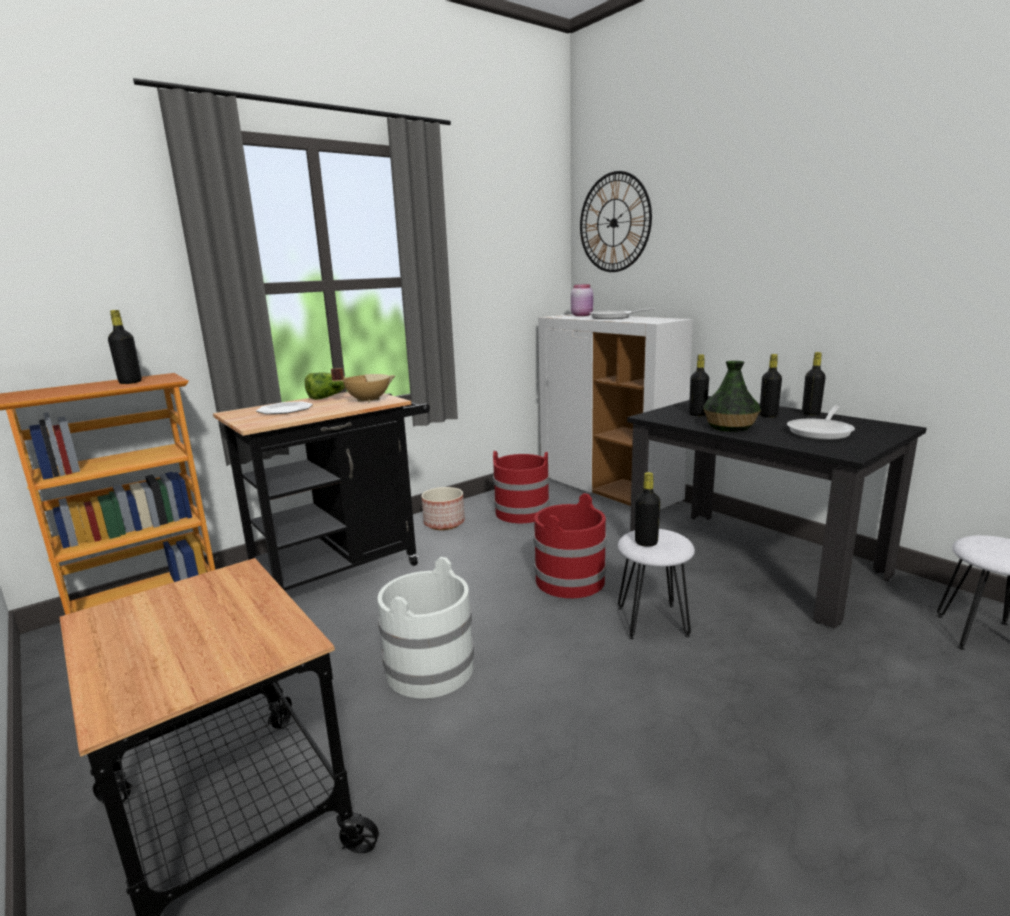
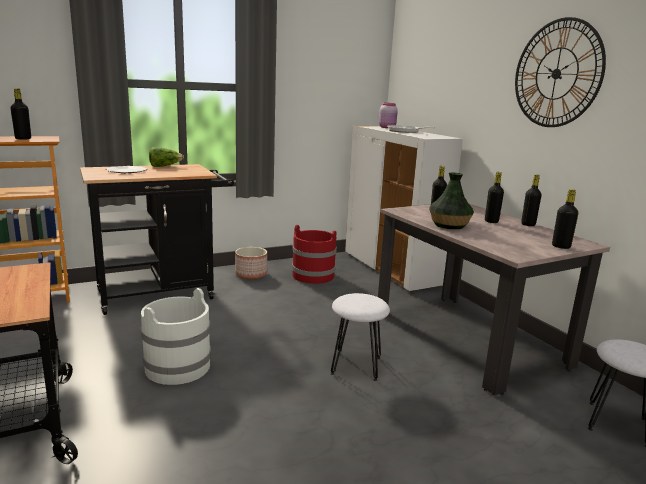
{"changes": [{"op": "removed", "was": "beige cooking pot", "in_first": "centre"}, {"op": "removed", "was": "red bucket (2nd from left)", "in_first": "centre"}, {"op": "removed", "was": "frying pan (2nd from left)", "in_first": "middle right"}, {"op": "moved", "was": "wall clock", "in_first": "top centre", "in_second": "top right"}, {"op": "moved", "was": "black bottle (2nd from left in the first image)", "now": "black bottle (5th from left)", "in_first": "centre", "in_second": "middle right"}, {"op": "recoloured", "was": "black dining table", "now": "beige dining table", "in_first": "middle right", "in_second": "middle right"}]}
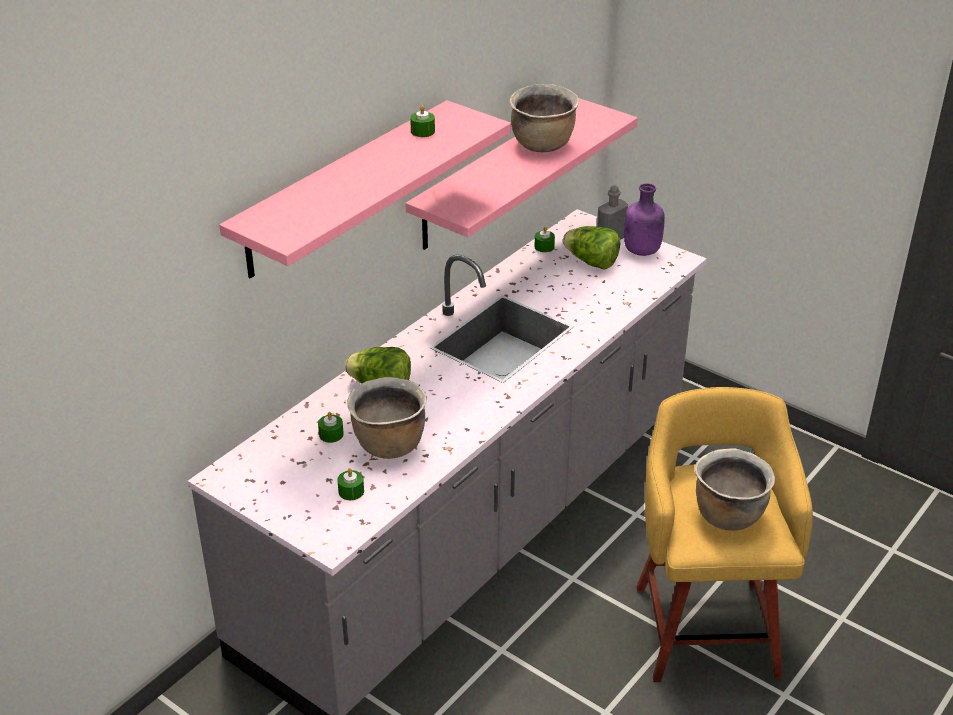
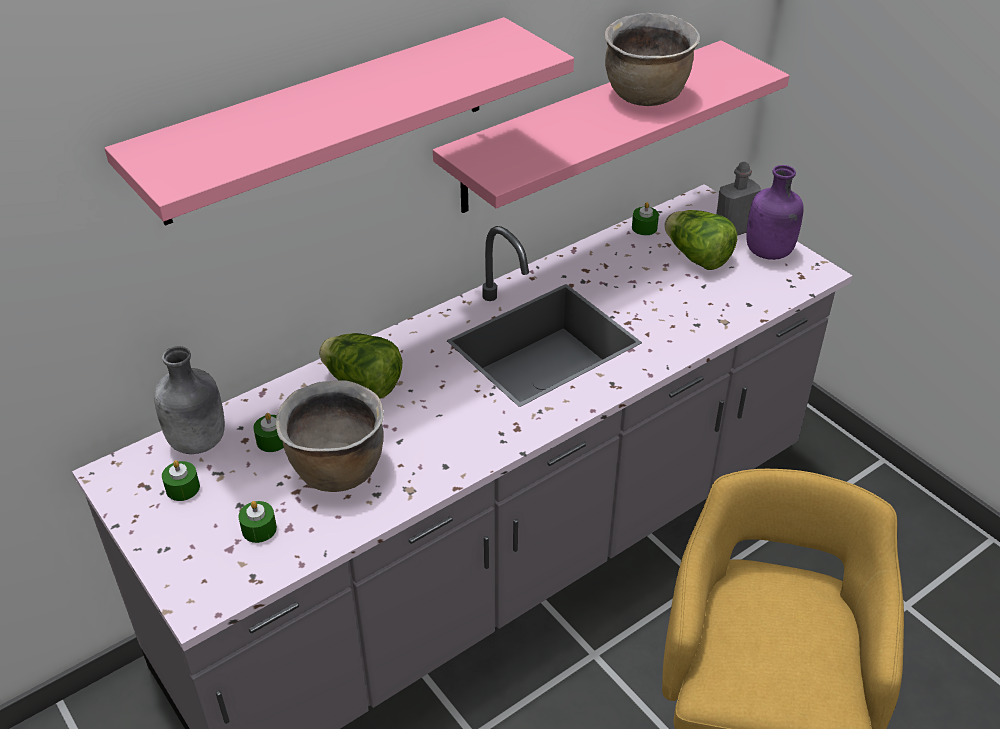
{"changes": [{"op": "removed", "was": "brown cooking pot (3rd from left)", "in_first": "bottom right"}, {"op": "added", "now": "grey bottle (1st from left)", "in_second": "middle left"}, {"op": "moved", "was": "green candle (3rd from left in the first image)", "now": "green candle (1st from left)", "in_first": "top centre", "in_second": "middle left"}]}
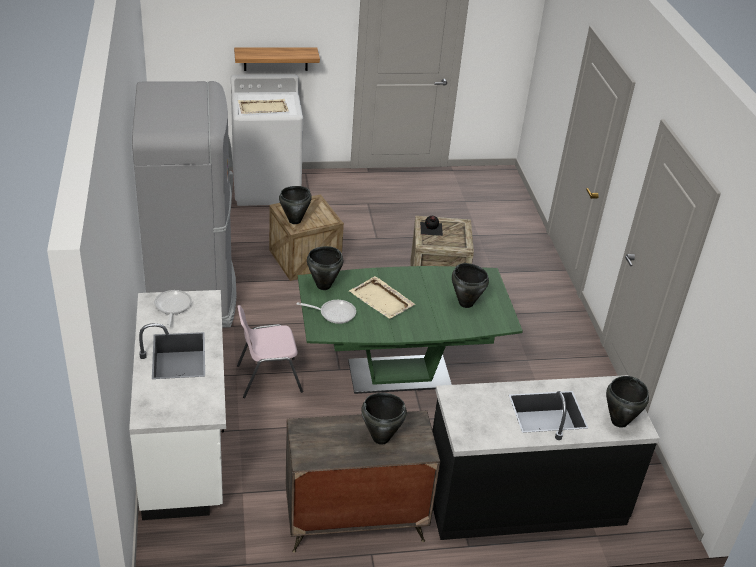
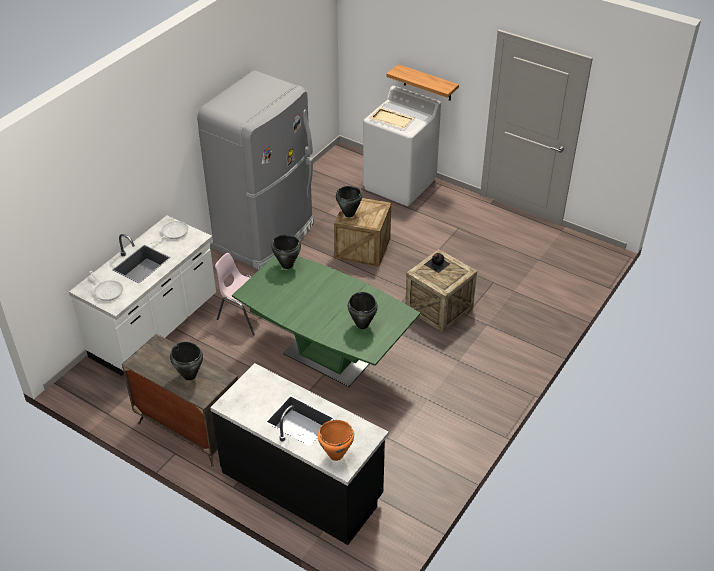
{"changes": [{"op": "removed", "was": "beige tray (2nd from left)", "in_first": "centre"}, {"op": "moved", "was": "frying pan (2nd from left in the first image)", "now": "frying pan (1st from left)", "in_first": "centre", "in_second": "middle left"}, {"op": "recoloured", "was": "black cooking pot (5th from left)", "now": "orange cooking pot", "in_first": "bottom right", "in_second": "bottom centre"}]}
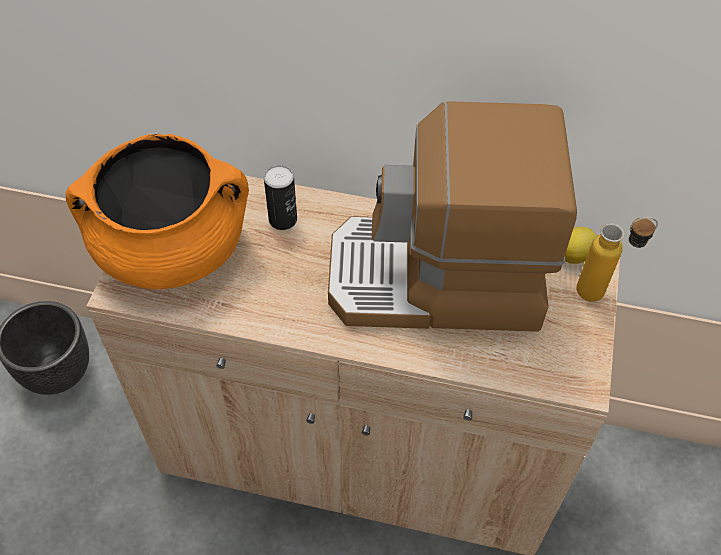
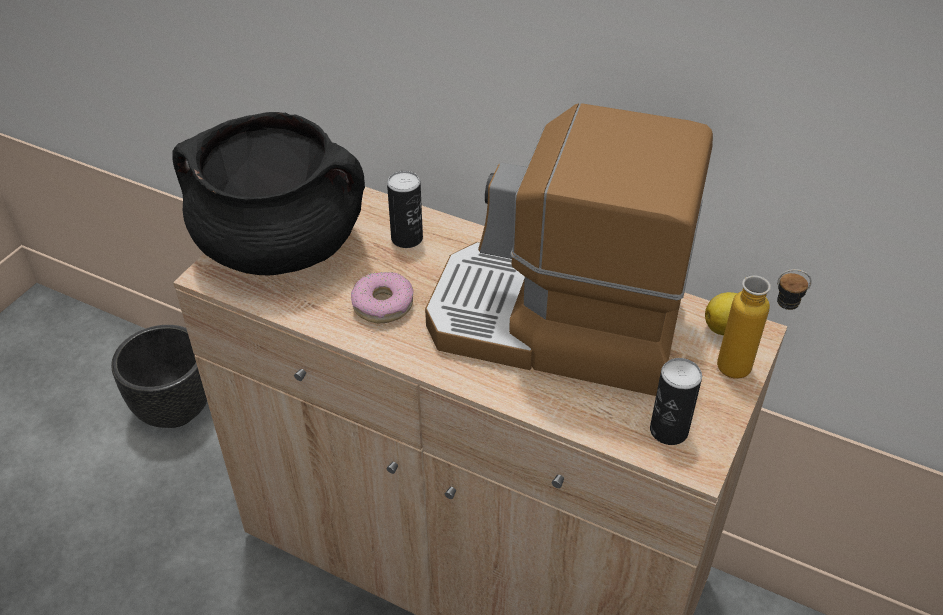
{"changes": [{"op": "added", "now": "donut", "in_second": "centre"}, {"op": "added", "now": "can (2nd from left)", "in_second": "middle right"}, {"op": "recoloured", "was": "orange cooking pot", "now": "black cooking pot", "in_first": "middle left", "in_second": "top left"}]}
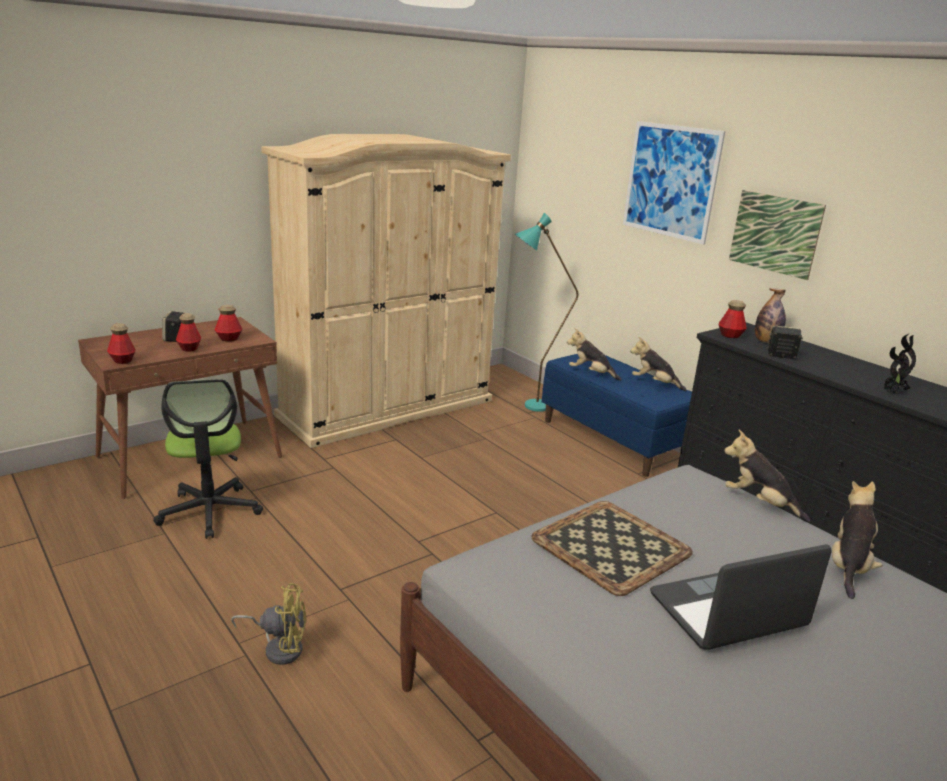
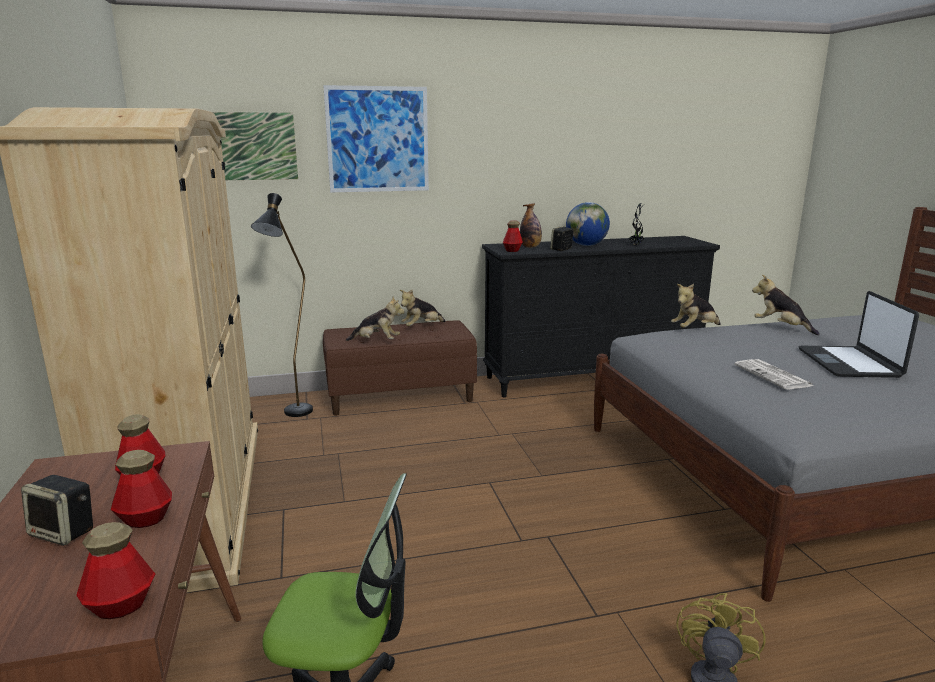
{"changes": [{"op": "added", "now": "globe", "in_second": "top centre"}, {"op": "moved", "was": "picture (2nd from left in the first image)", "now": "picture (1st from left)", "in_first": "top right", "in_second": "top left"}, {"op": "replaced", "was": "tray", "now": "newspaper", "in_first": "bottom centre", "in_second": "middle right"}, {"op": "recoloured", "was": "turquoise floor lamp", "now": "black floor lamp", "in_first": "centre", "in_second": "middle left"}, {"op": "recoloured", "was": "blue bench", "now": "brown bench", "in_first": "centre", "in_second": "centre"}, {"op": "turned", "was": "plush toy (1st from left)", "in_first": "centre", "in_second": "centre", "clockwise": -135}]}
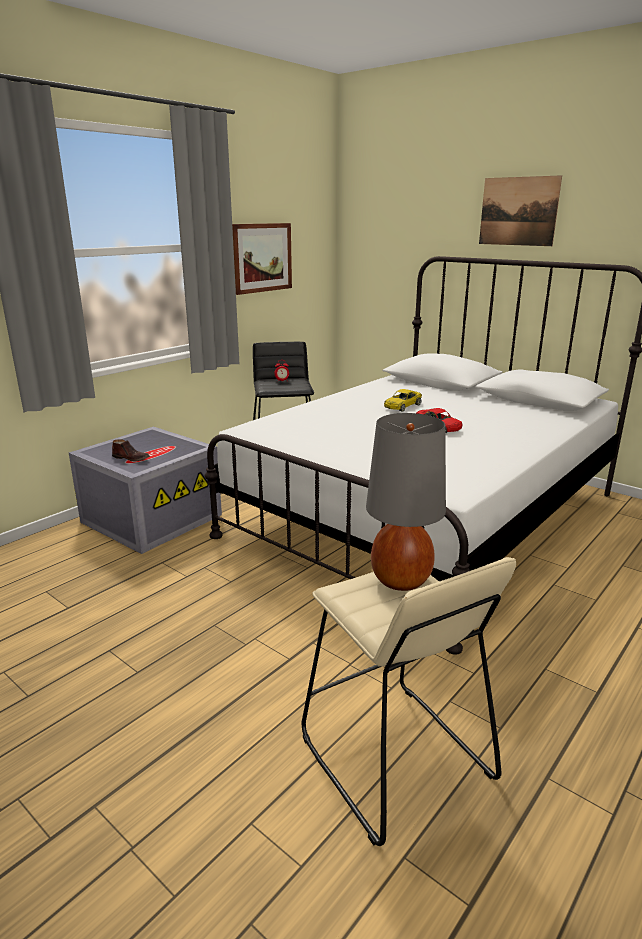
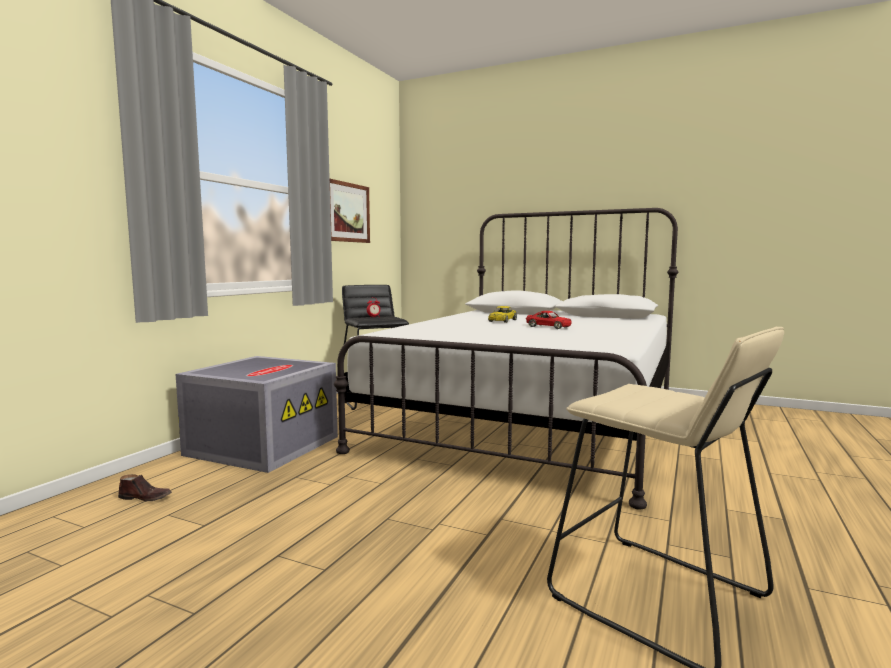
{"changes": [{"op": "removed", "was": "grey table lamp", "in_first": "centre"}, {"op": "removed", "was": "picture (2nd from left)", "in_first": "top right"}, {"op": "moved", "was": "brown shoe", "in_first": "middle left", "in_second": "bottom left"}]}
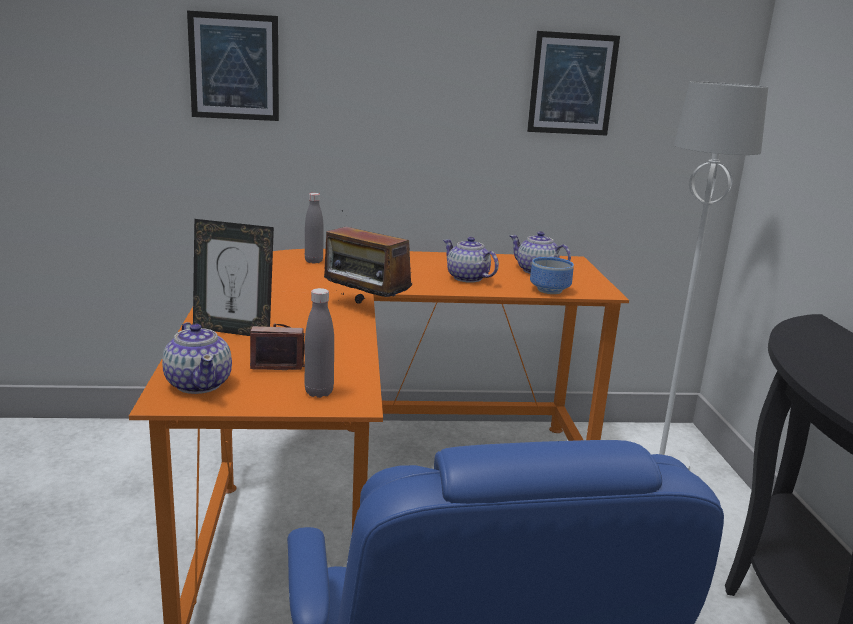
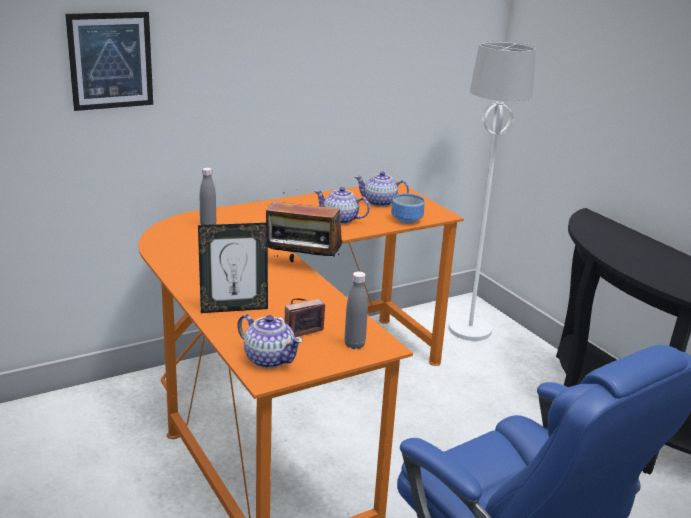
{"changes": [{"op": "removed", "was": "picture (2nd from left)", "in_first": "top right"}]}
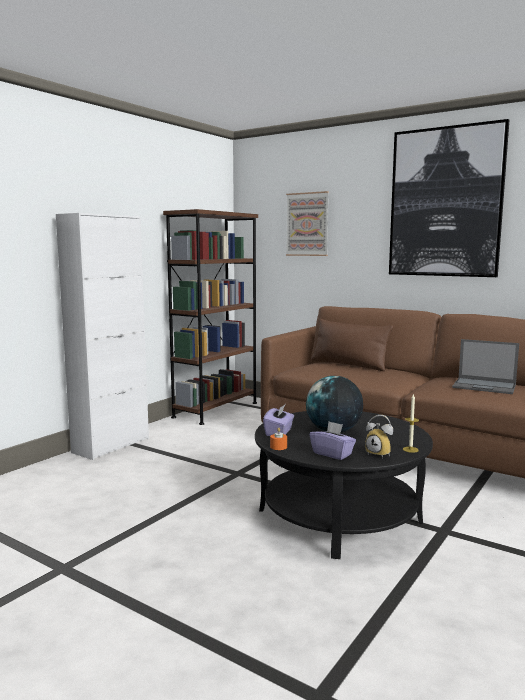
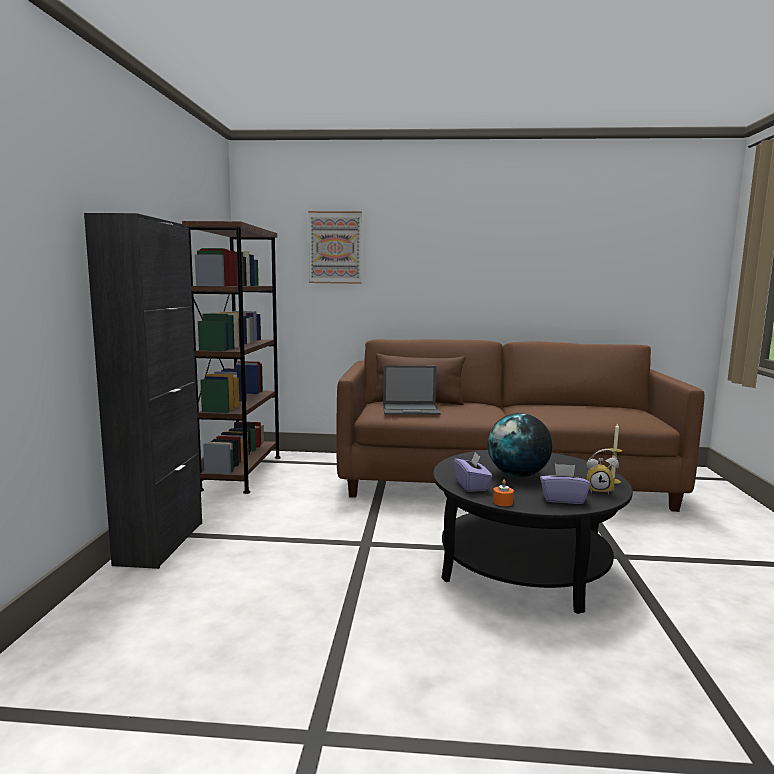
{"changes": [{"op": "removed", "was": "picture (2nd from left)", "in_first": "top right"}, {"op": "moved", "was": "laptop", "in_first": "middle right", "in_second": "centre"}, {"op": "recoloured", "was": "white cabinet", "now": "black cabinet", "in_first": "middle left", "in_second": "middle left"}]}
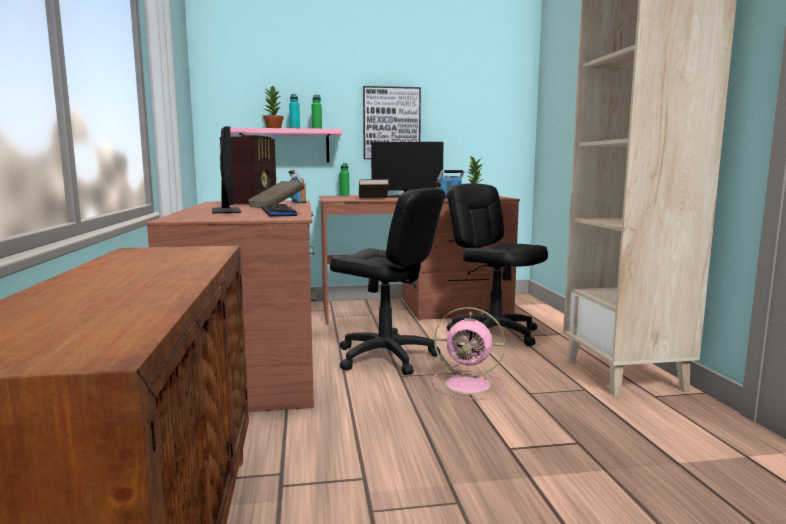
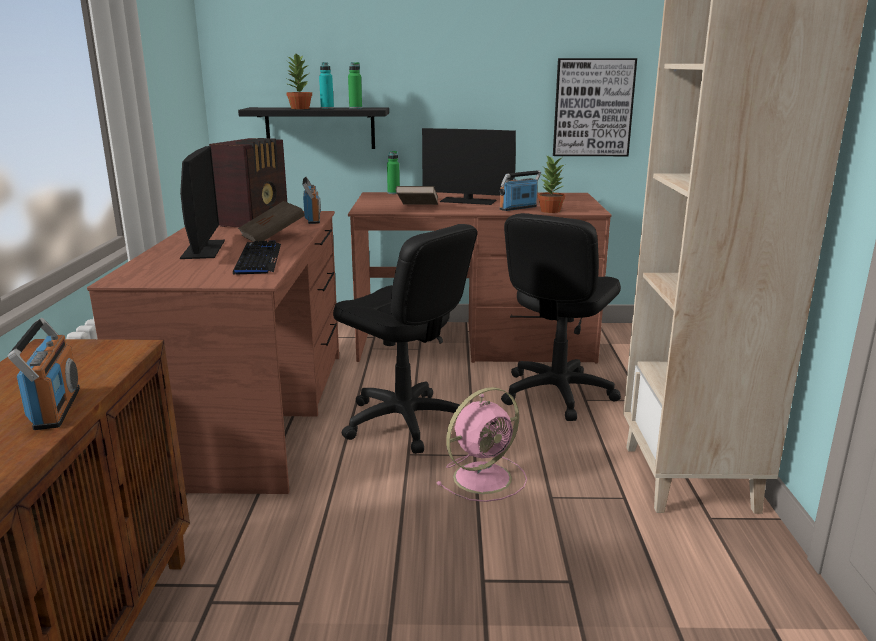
{"changes": [{"op": "added", "now": "radio (1st from left)", "in_second": "middle left"}, {"op": "moved", "was": "picture", "in_first": "top centre", "in_second": "top right"}, {"op": "recoloured", "was": "pink shelf", "now": "black shelf", "in_first": "top centre", "in_second": "top centre"}, {"op": "turned", "was": "pink fan", "in_first": "bottom centre", "in_second": "bottom centre", "clockwise": -60}, {"op": "turned", "was": "black office chair (2nd from left)", "in_first": "centre", "in_second": "centre", "clockwise": -120}]}
